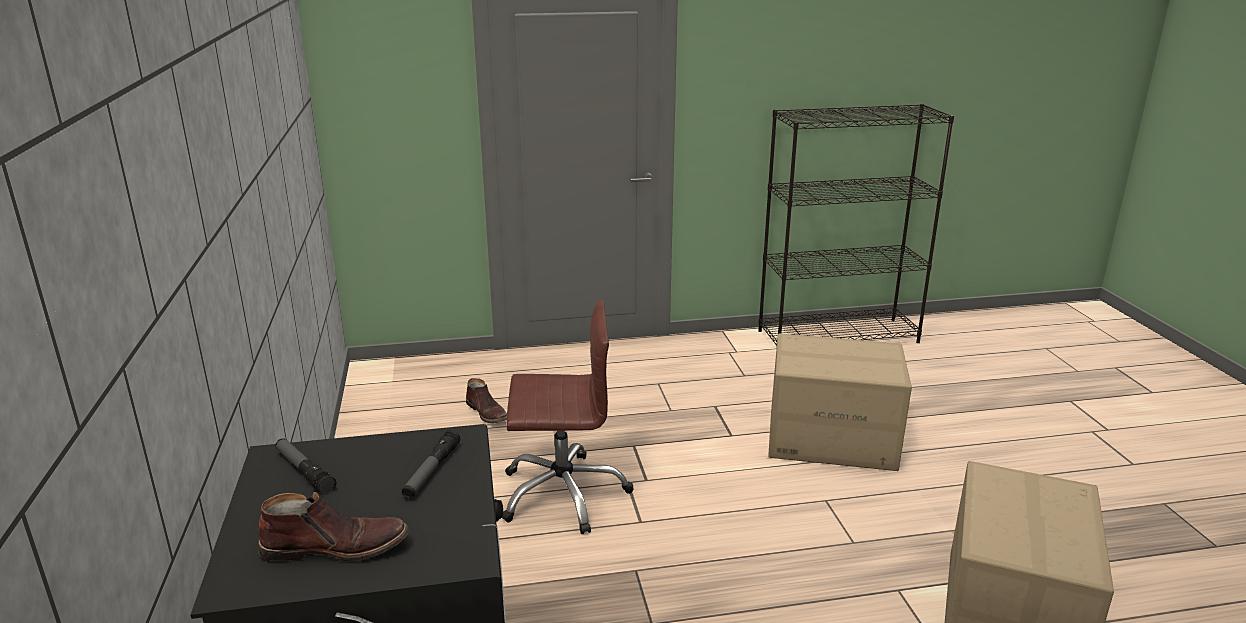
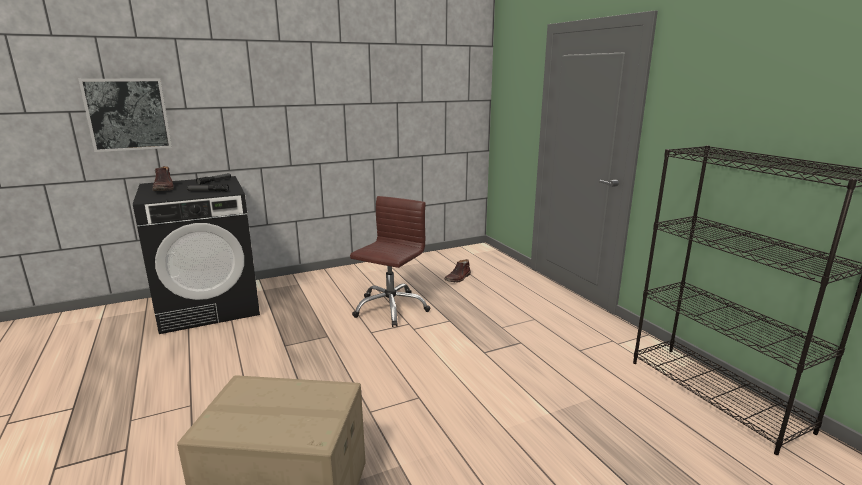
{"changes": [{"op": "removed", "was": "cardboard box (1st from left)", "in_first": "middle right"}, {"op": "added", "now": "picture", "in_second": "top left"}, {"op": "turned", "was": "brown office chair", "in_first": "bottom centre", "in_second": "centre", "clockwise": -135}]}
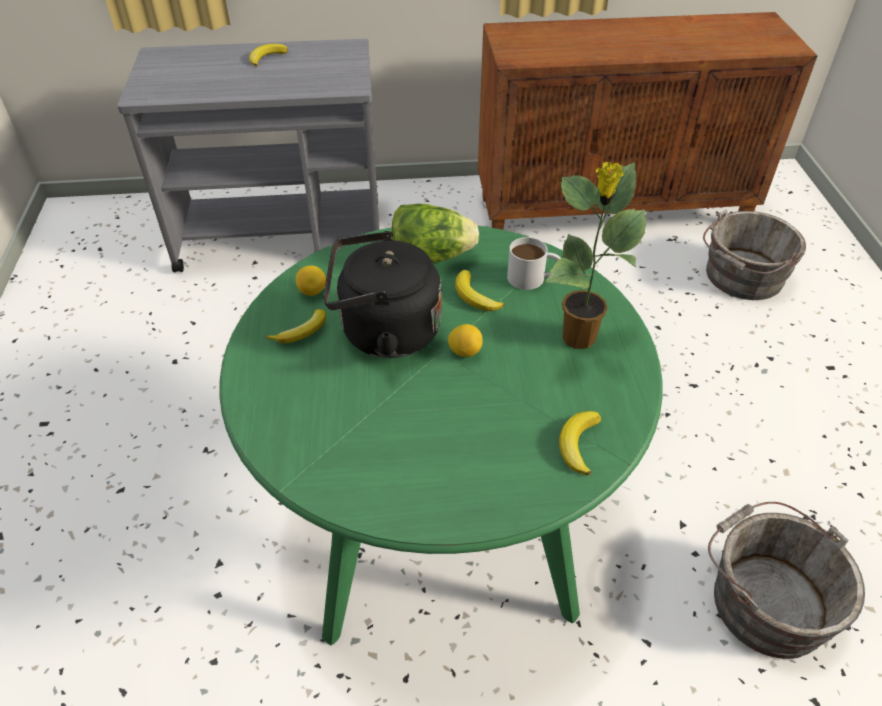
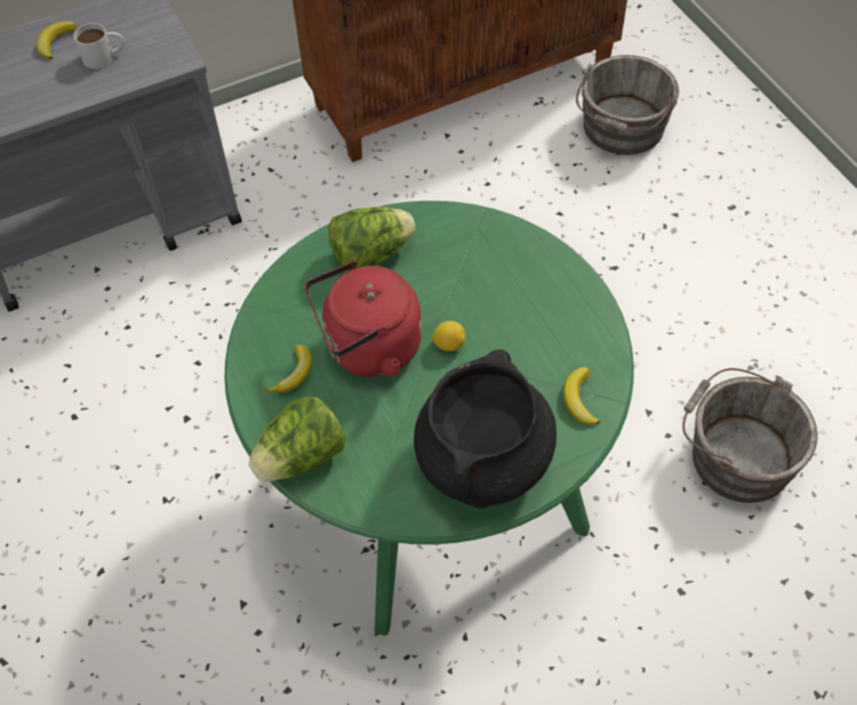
{"changes": [{"op": "removed", "was": "lemon (1st from left)", "in_first": "centre"}, {"op": "removed", "was": "banana (3rd from left)", "in_first": "centre"}, {"op": "removed", "was": "potted plant", "in_first": "middle right"}, {"op": "added", "now": "lettuce (1st from left)", "in_second": "centre"}, {"op": "added", "now": "black cooking pot", "in_second": "centre"}, {"op": "moved", "was": "white mug", "in_first": "centre", "in_second": "top left"}, {"op": "recoloured", "was": "black kettle", "now": "red kettle", "in_first": "centre", "in_second": "centre"}]}
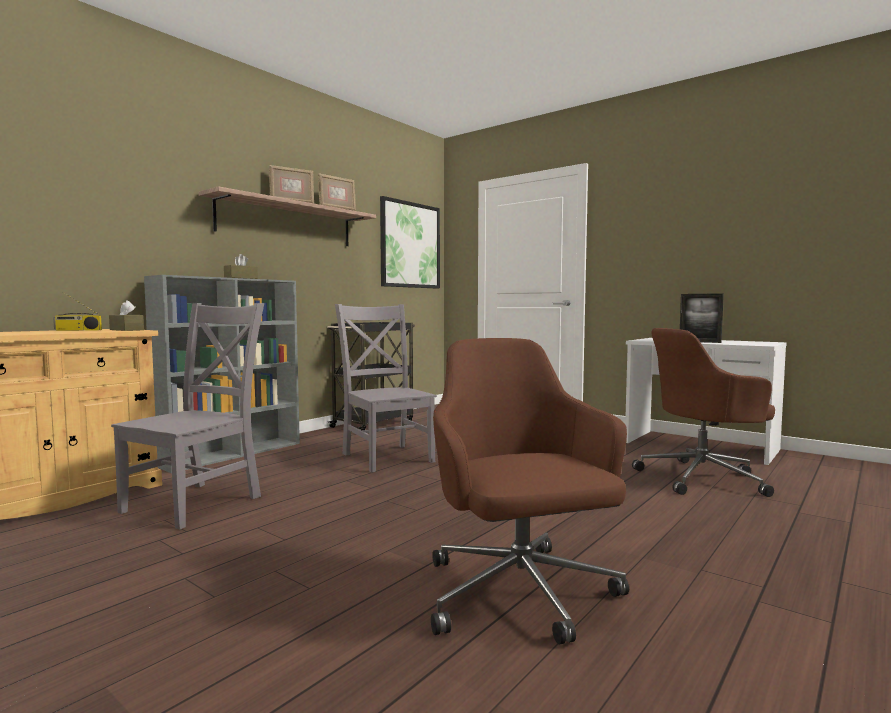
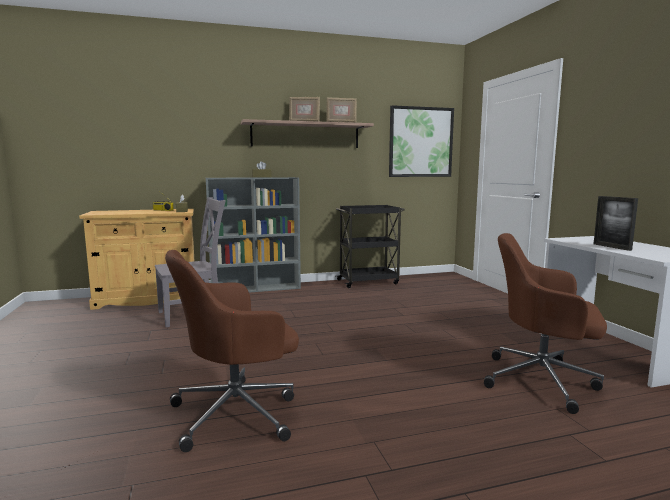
{"changes": [{"op": "removed", "was": "grey chair (2nd from left)", "in_first": "centre"}, {"op": "turned", "was": "brown office chair (1st from left)", "in_first": "bottom centre", "in_second": "bottom centre", "clockwise": -135}]}
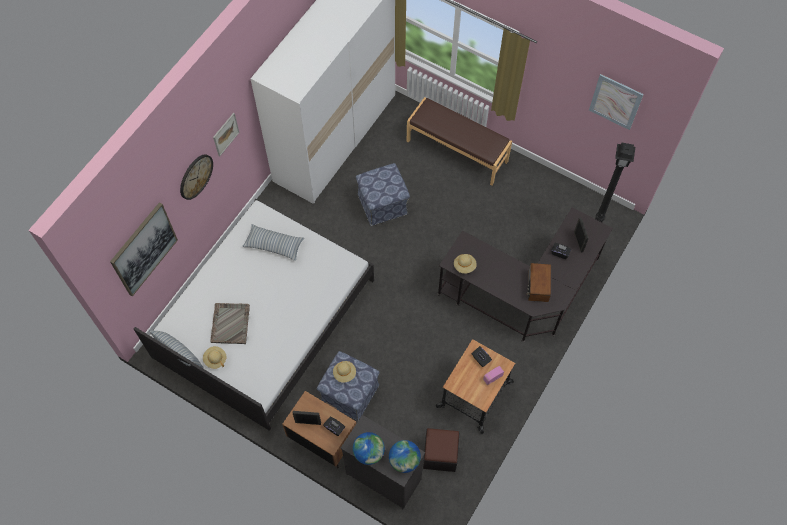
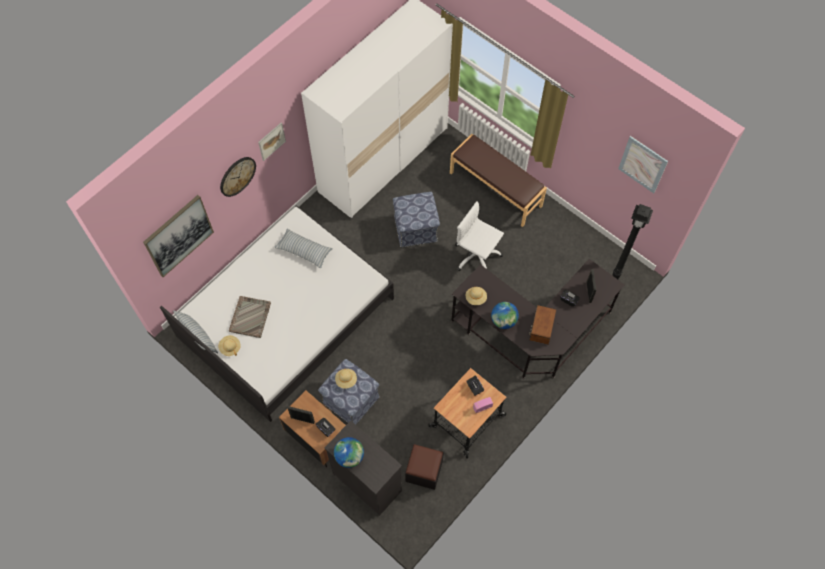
{"changes": [{"op": "added", "now": "white office chair", "in_second": "centre"}, {"op": "moved", "was": "globe (2nd from left)", "in_first": "bottom centre", "in_second": "centre"}]}
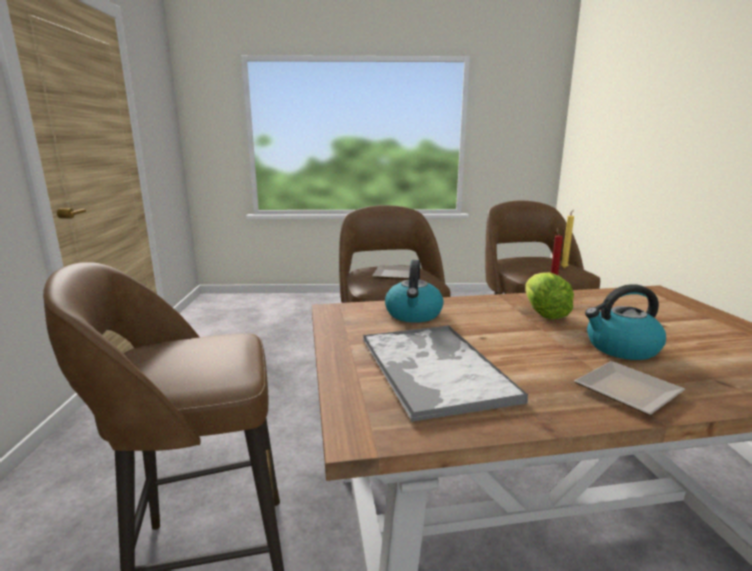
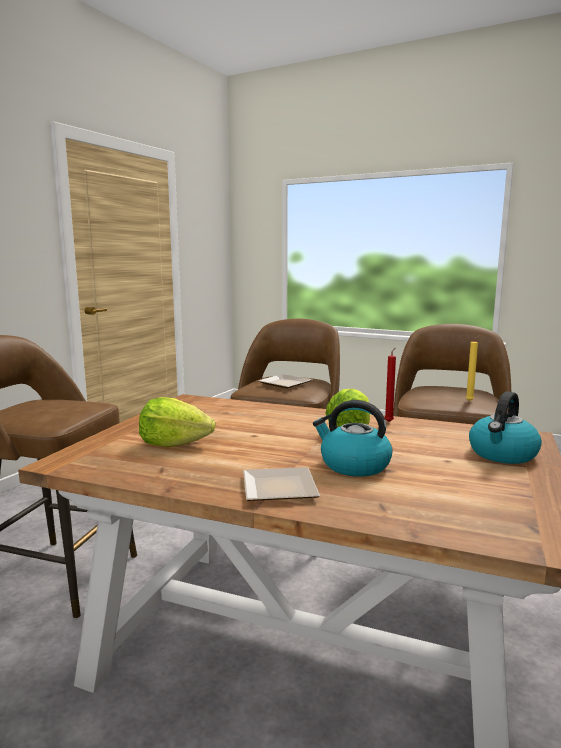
{"changes": [{"op": "moved", "was": "kettle (1st from left in the first image)", "now": "kettle (2nd from left)", "in_first": "centre", "in_second": "middle right"}, {"op": "replaced", "was": "tray", "now": "lettuce (1st from left)", "in_first": "centre", "in_second": "middle left"}]}
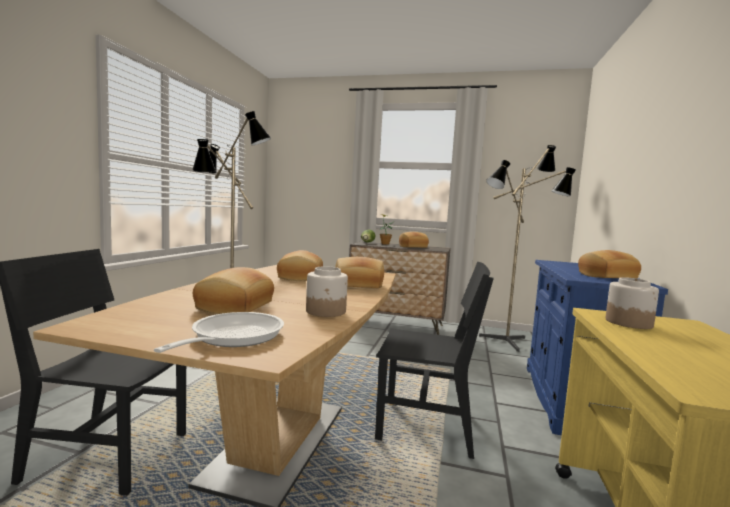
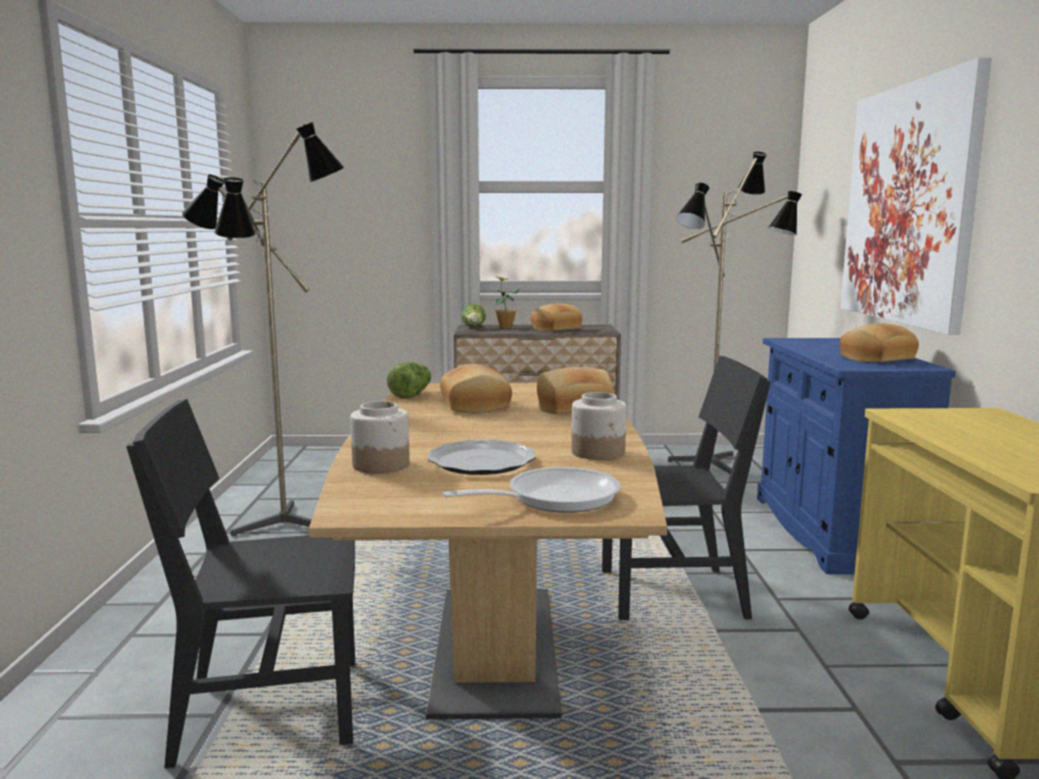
{"changes": [{"op": "added", "now": "lettuce (1st from left)", "in_second": "centre"}, {"op": "added", "now": "picture", "in_second": "top right"}, {"op": "moved", "was": "jar (2nd from left in the first image)", "now": "jar (1st from left)", "in_first": "middle right", "in_second": "centre"}, {"op": "replaced", "was": "bread (1st from left)", "now": "plate", "in_first": "middle left", "in_second": "centre"}, {"op": "turned", "was": "frying pan", "in_first": "middle left", "in_second": "centre", "clockwise": 60}]}
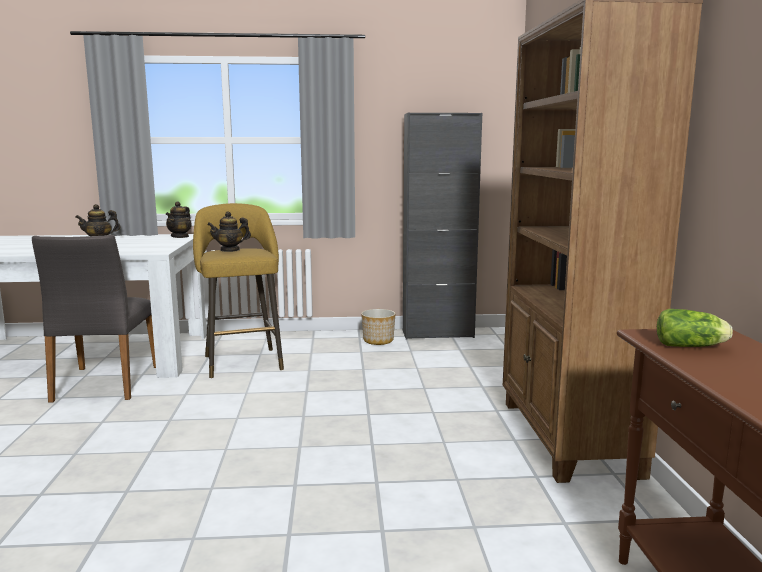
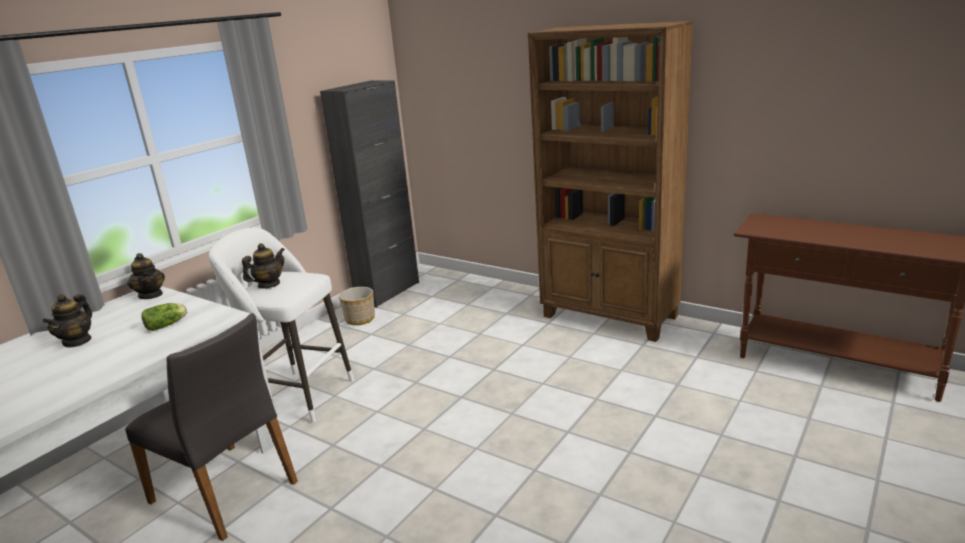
{"changes": [{"op": "moved", "was": "lettuce", "in_first": "middle right", "in_second": "middle left"}, {"op": "recoloured", "was": "yellow stool", "now": "white stool", "in_first": "middle left", "in_second": "middle left"}, {"op": "turned", "was": "teapot (3rd from left)", "in_first": "middle left", "in_second": "middle left", "clockwise": -150}]}
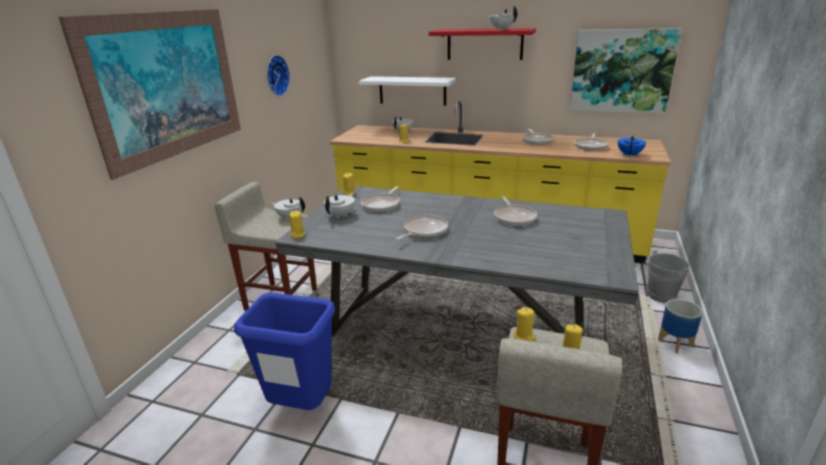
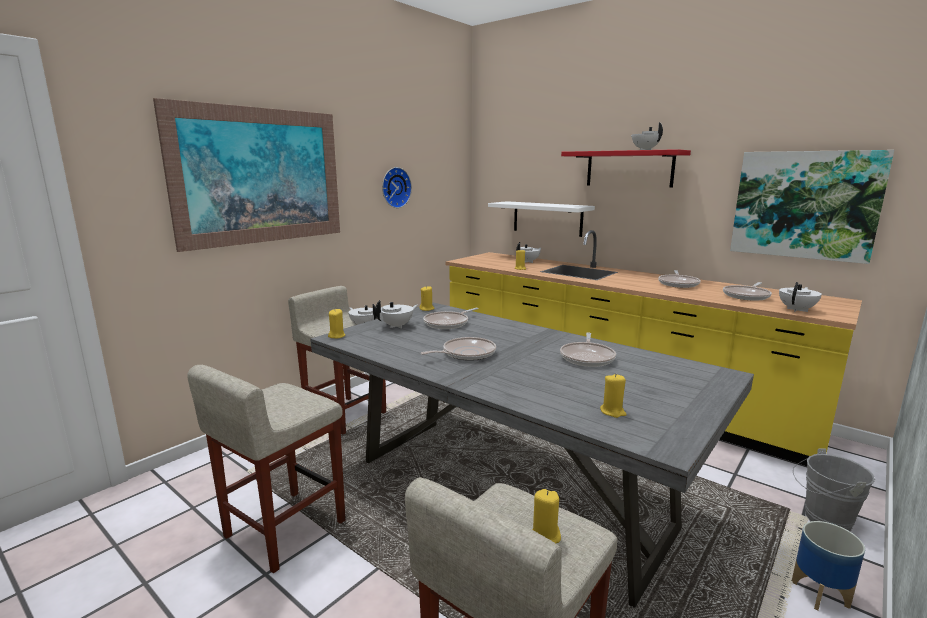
{"changes": [{"op": "moved", "was": "yellow candle (4th from left in the first image)", "now": "yellow candle (5th from left)", "in_first": "bottom centre", "in_second": "centre"}, {"op": "replaced", "was": "blue trash can", "now": "beige stool (1st from left)", "in_first": "bottom centre", "in_second": "bottom left"}, {"op": "recoloured", "was": "blue teapot", "now": "white teapot (5th from left)", "in_first": "top right", "in_second": "middle right"}]}
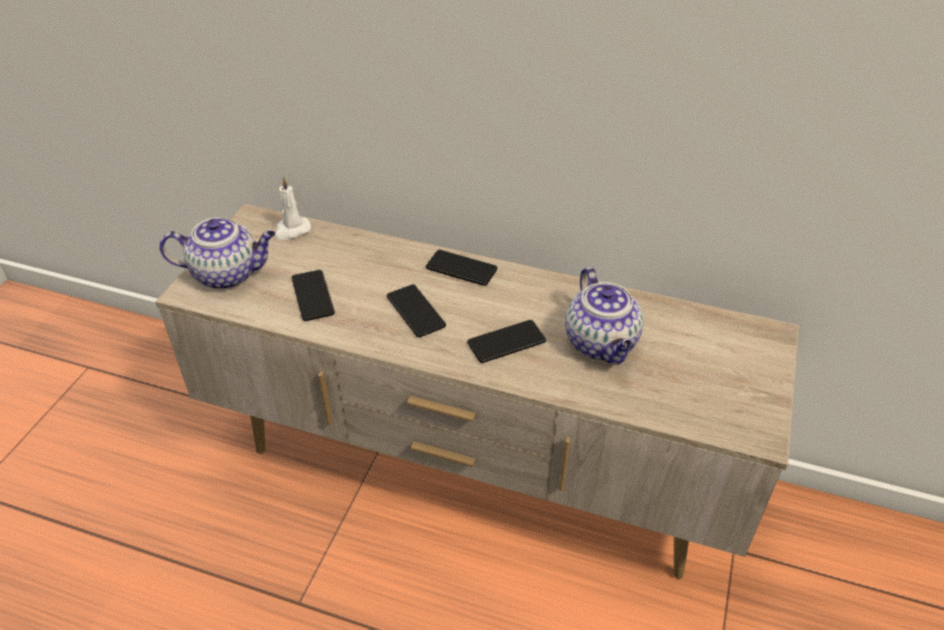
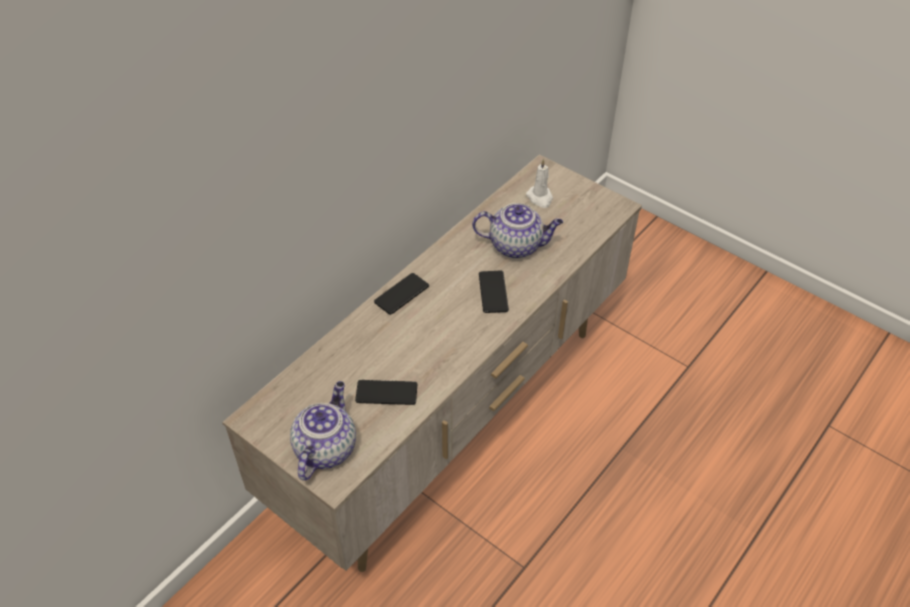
{"changes": [{"op": "removed", "was": "phone (2nd from left)", "in_first": "centre"}, {"op": "moved", "was": "white candle", "in_first": "top left", "in_second": "top centre"}]}
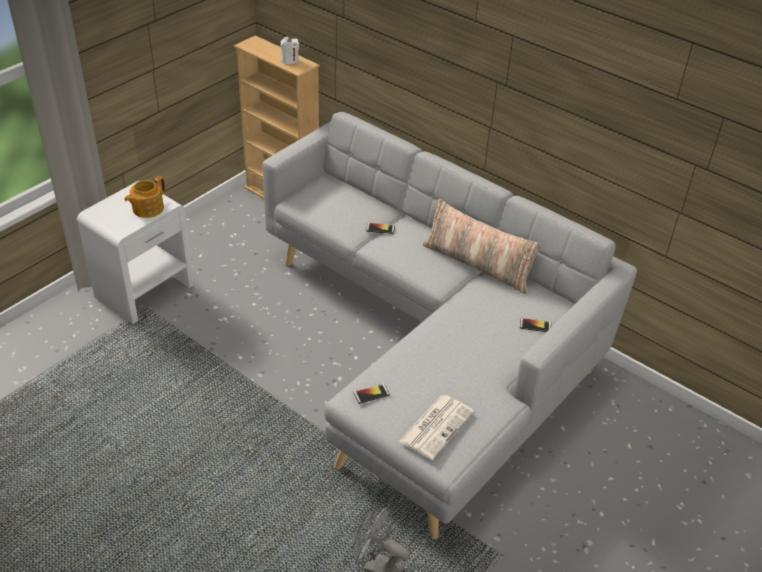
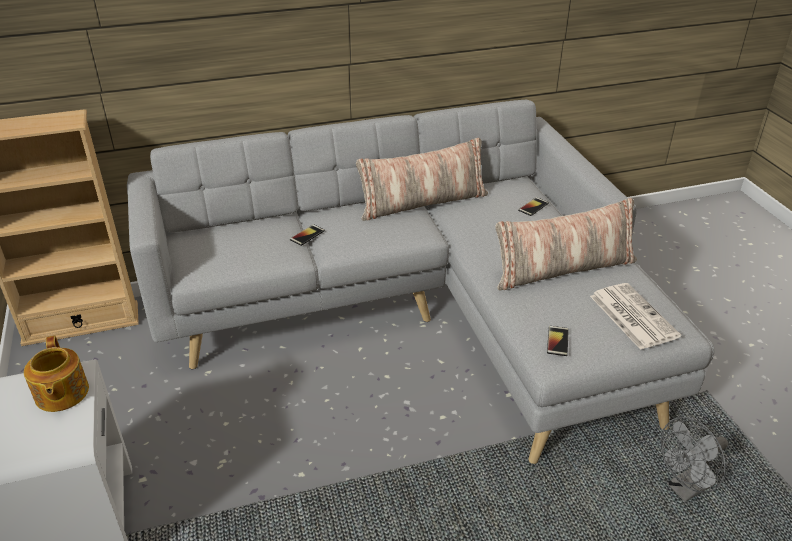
{"changes": [{"op": "removed", "was": "white candle", "in_first": "top centre"}, {"op": "added", "now": "pillow (2nd from left)", "in_second": "middle right"}]}
